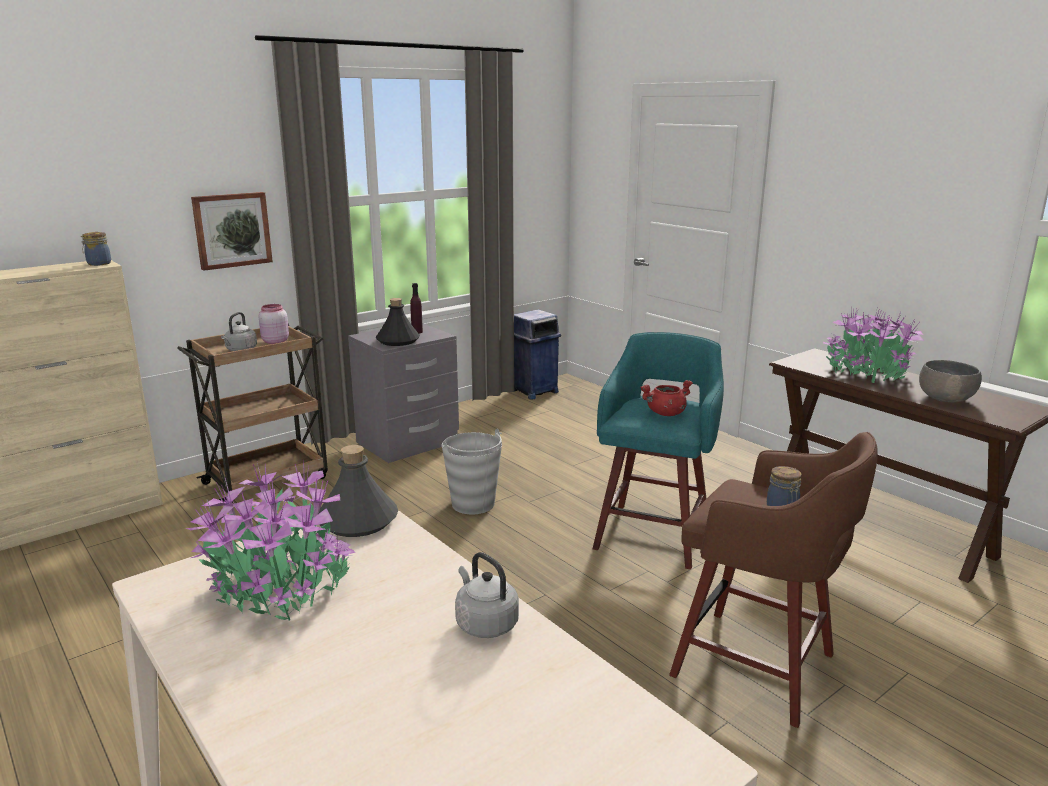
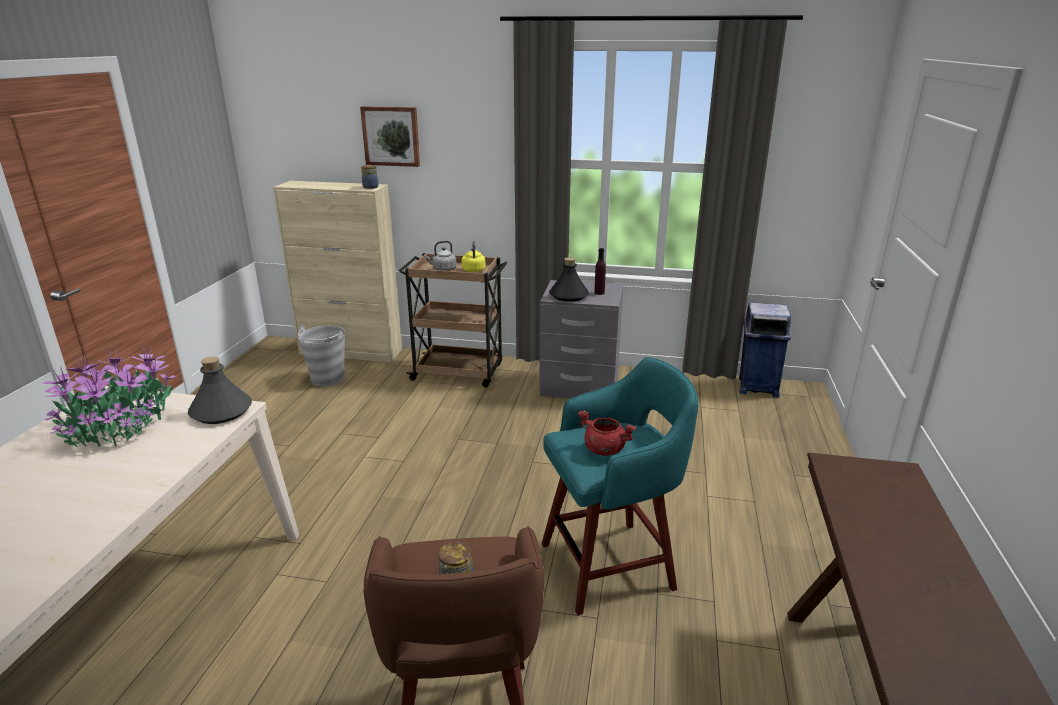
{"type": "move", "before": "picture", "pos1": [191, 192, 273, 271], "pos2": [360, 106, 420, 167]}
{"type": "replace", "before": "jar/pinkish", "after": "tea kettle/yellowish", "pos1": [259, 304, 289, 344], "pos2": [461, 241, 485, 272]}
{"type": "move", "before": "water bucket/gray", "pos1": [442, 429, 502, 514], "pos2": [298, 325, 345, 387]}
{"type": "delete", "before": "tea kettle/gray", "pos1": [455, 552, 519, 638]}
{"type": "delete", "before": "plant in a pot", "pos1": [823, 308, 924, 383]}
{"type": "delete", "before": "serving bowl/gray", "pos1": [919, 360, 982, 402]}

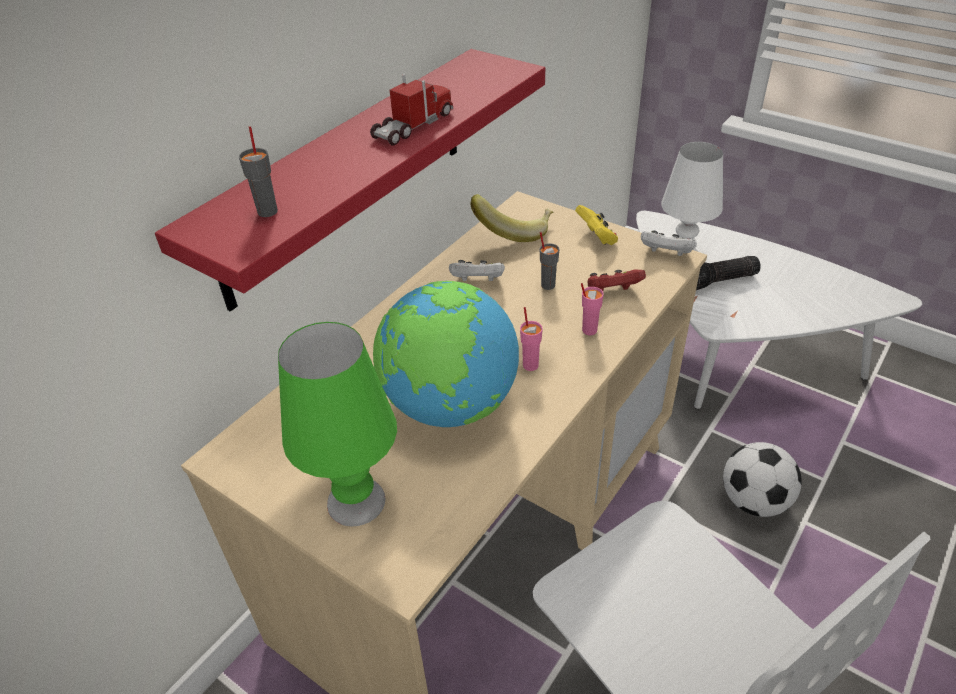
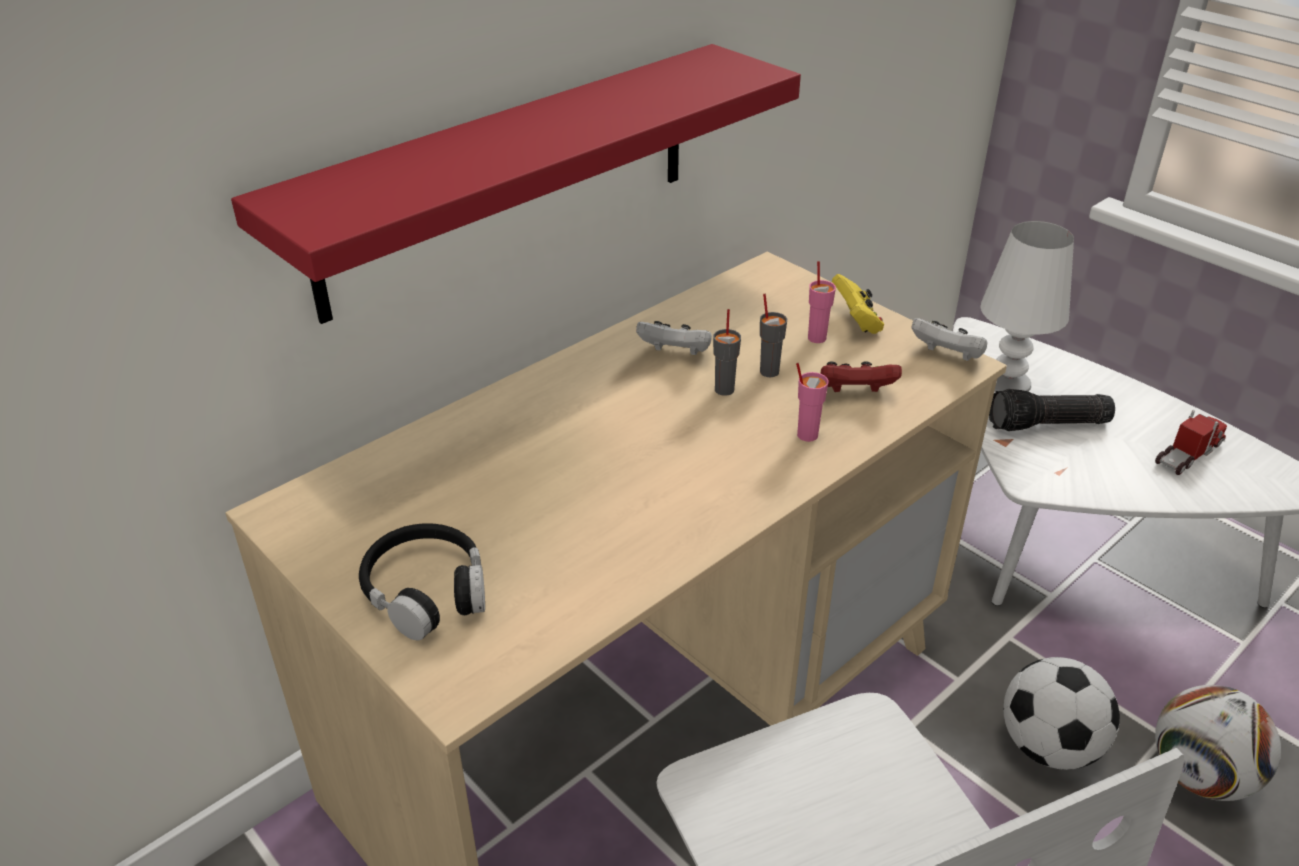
{"type": "move", "before": "drinking cup/gray", "pos1": [239, 126, 278, 217], "pos2": [713, 309, 741, 396]}
{"type": "replace", "before": "lamp for a table/greenish", "after": "headphones/blackish", "pos1": [278, 322, 397, 526], "pos2": [359, 523, 485, 640]}
{"type": "move", "before": "toy truck", "pos1": [370, 74, 453, 146], "pos2": [1155, 410, 1227, 475]}
{"type": "delete", "before": "world globe", "pos1": [373, 281, 519, 427]}
{"type": "delete", "before": "whole banana", "pos1": [471, 194, 553, 242]}
{"type": "move", "before": "drinking cup/pinkish", "pos1": [520, 307, 543, 371], "pos2": [808, 261, 836, 343]}
{"type": "insert", "after": "ball for football", "pos2": [1155, 685, 1281, 801]}

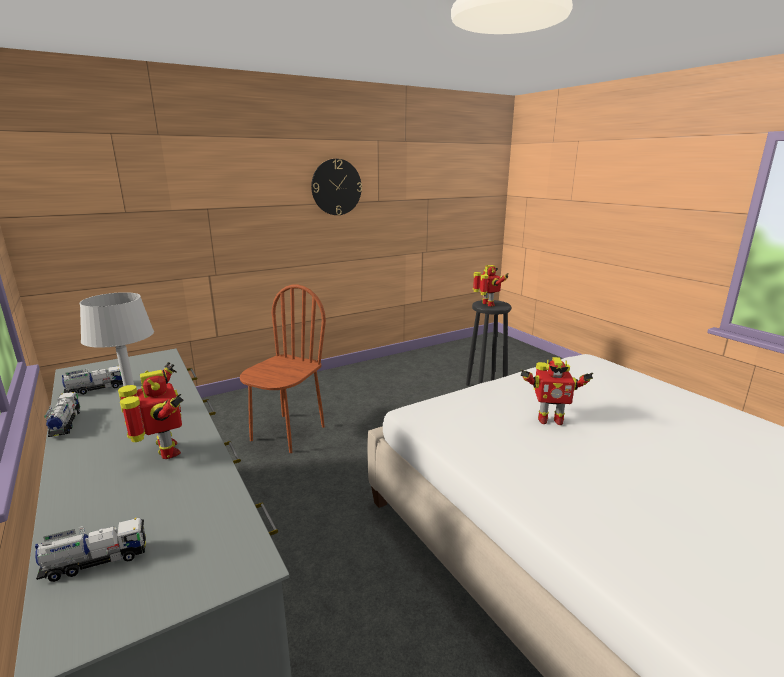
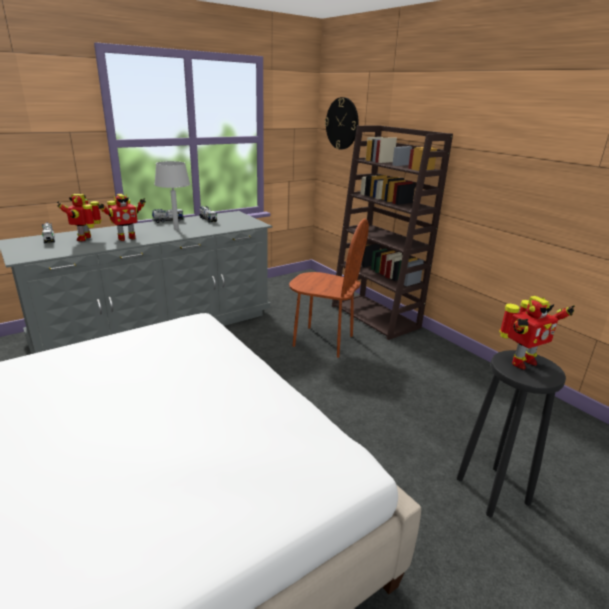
{"type": "move", "before": "wall clock", "pos1": [311, 159, 362, 215], "pos2": [325, 97, 359, 150]}
{"type": "move", "before": "robot figure", "pos1": [520, 357, 593, 425], "pos2": [57, 194, 102, 241]}
{"type": "insert", "after": "shelving unit/brownish", "pos2": [332, 125, 453, 340]}

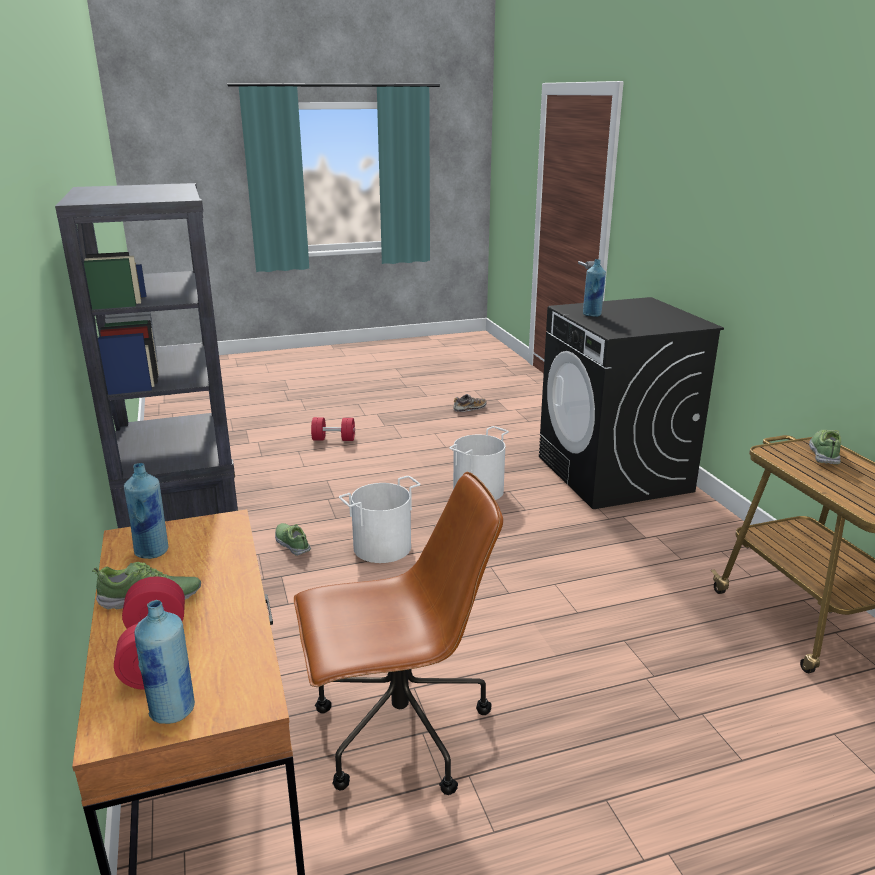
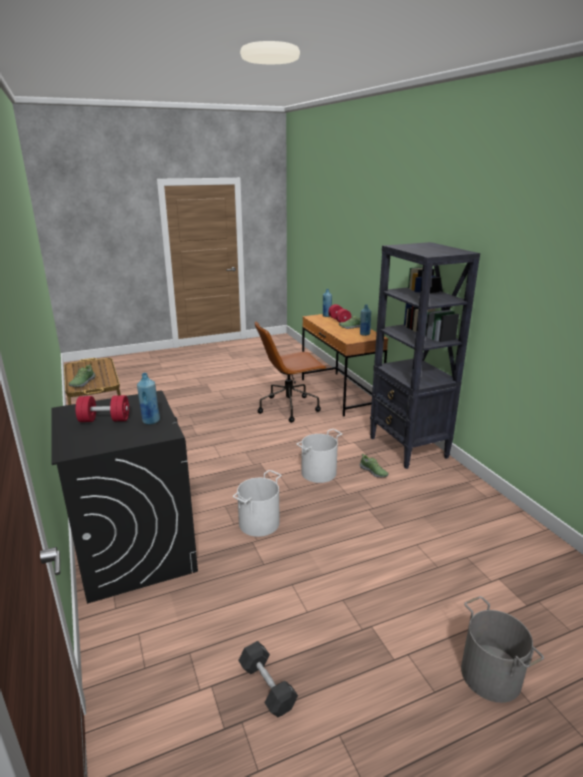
{"type": "move", "before": "dumbbell/red", "pos1": [311, 417, 355, 441], "pos2": [75, 395, 129, 422]}
{"type": "replace", "before": "item of footwear", "after": "dumbbell/blackish", "pos1": [453, 394, 486, 412], "pos2": [238, 641, 298, 717]}
{"type": "insert", "after": "water bucket/gray", "pos2": [461, 596, 544, 703]}

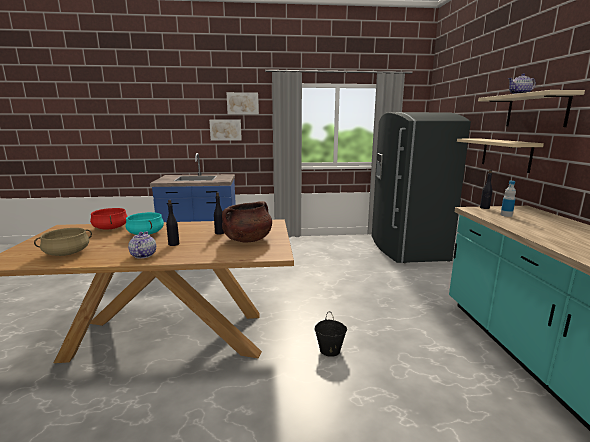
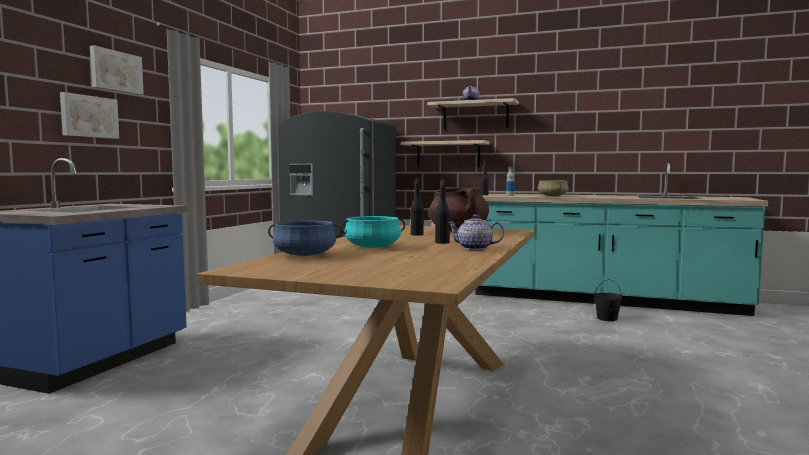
{"type": "move", "before": "saucepot/beige", "pos1": [34, 228, 92, 256], "pos2": [538, 180, 569, 196]}
{"type": "recolor", "before": "saucepot/red", "after": "saucepot/blue", "pos1": [90, 208, 128, 230], "pos2": [268, 221, 342, 256]}
{"type": "move", "before": "water bucket/blackish", "pos1": [315, 312, 347, 357], "pos2": [594, 279, 623, 321]}

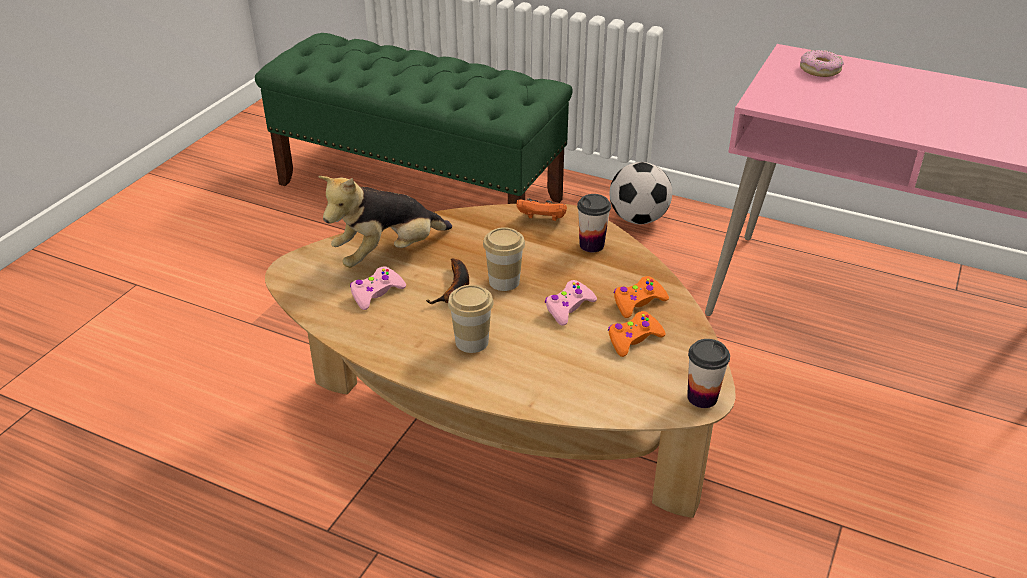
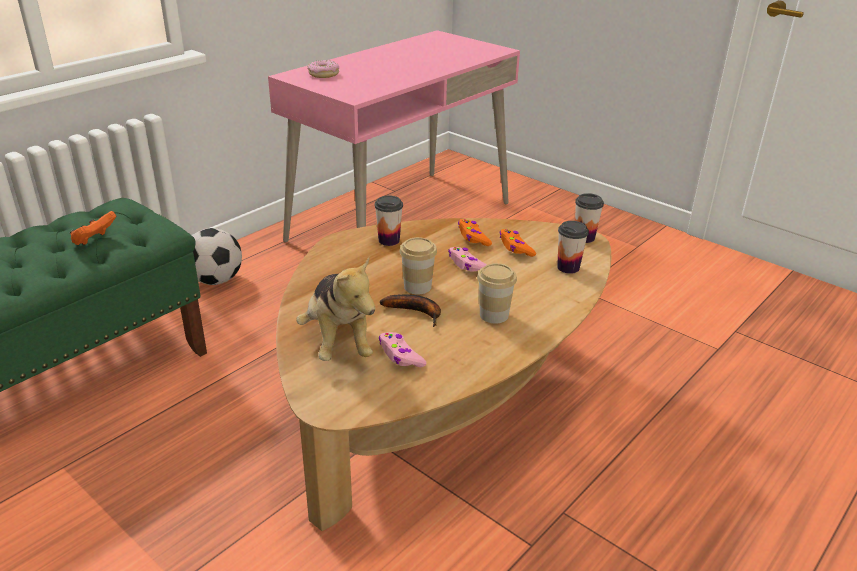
{"type": "move", "before": "gamepad/orangey", "pos1": [516, 199, 567, 221], "pos2": [70, 211, 117, 245]}
{"type": "insert", "after": "drinking cup", "pos2": [557, 221, 589, 274]}

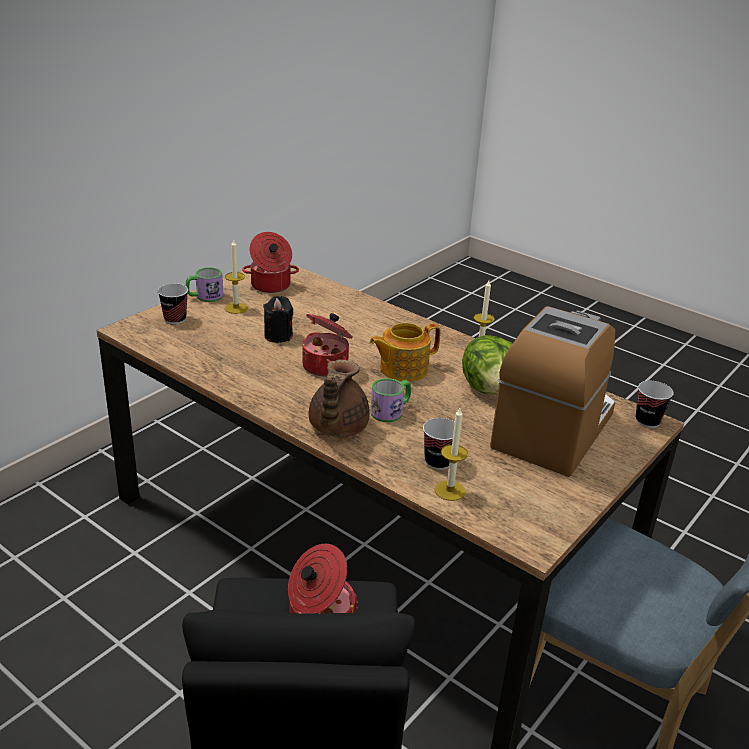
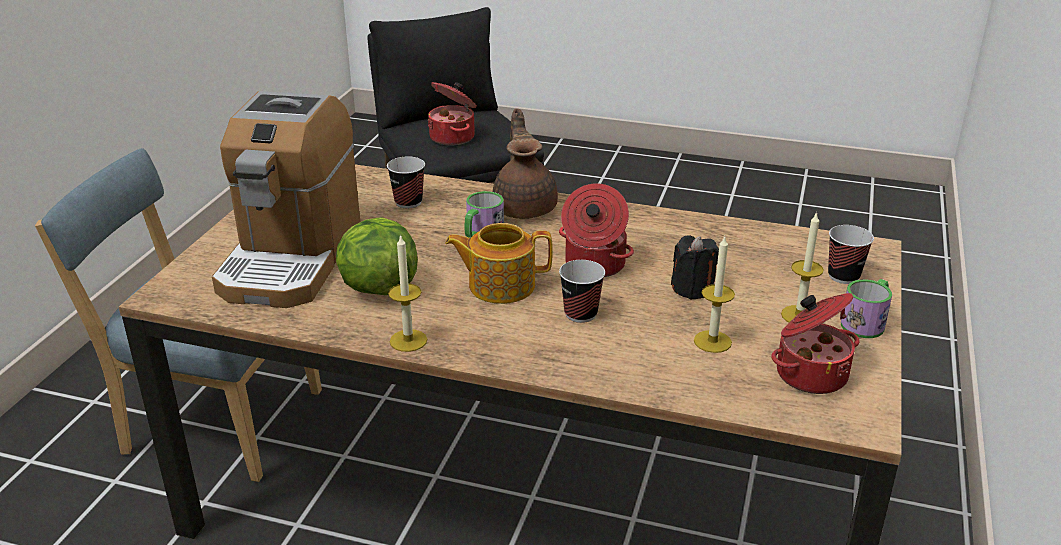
{"type": "rotate", "before": "pot for tea", "pos1": [370, 323, 441, 381], "pos2": [445, 223, 553, 304], "turn": -135}
{"type": "move", "before": "candle", "pos1": [434, 408, 468, 501], "pos2": [694, 236, 735, 353]}
{"type": "move", "before": "drinking cup", "pos1": [636, 381, 674, 428], "pos2": [559, 260, 605, 323]}

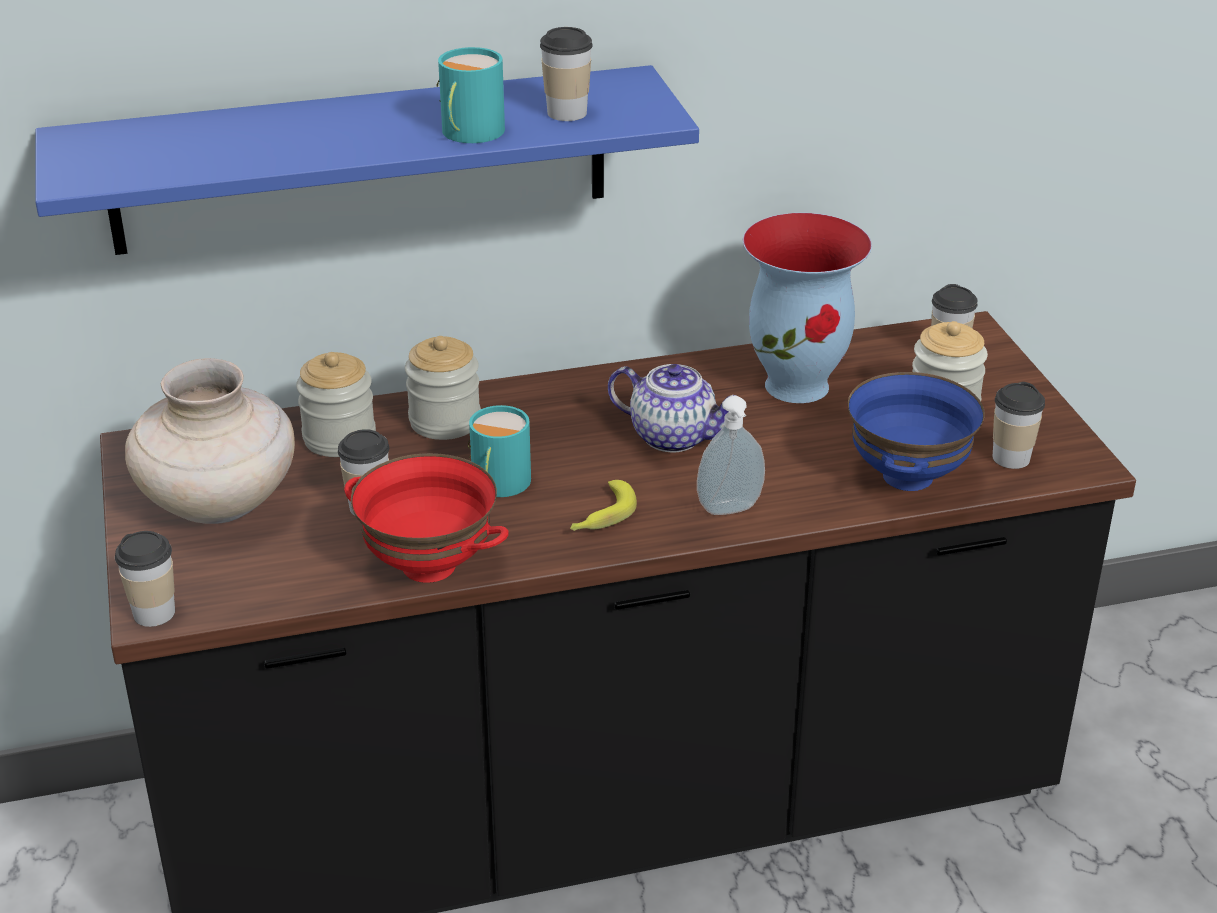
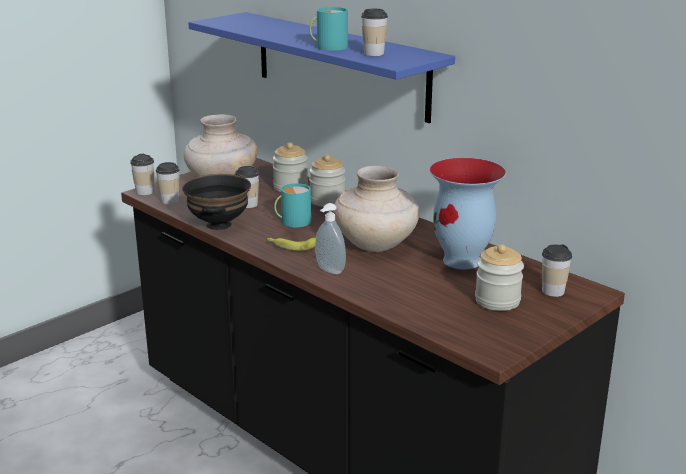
{"type": "recolor", "before": "serving bowl/red", "after": "serving bowl/blackish", "pos1": [344, 453, 509, 583], "pos2": [182, 174, 251, 230]}
{"type": "replace", "before": "pot for tea", "after": "decorative vase/beige", "pos1": [608, 364, 739, 452], "pos2": [333, 166, 419, 252]}
{"type": "delete", "before": "serving bowl/blue", "pos1": [848, 372, 985, 491]}
{"type": "move", "before": "drinking cup", "pos1": [992, 382, 1045, 469], "pos2": [156, 162, 180, 204]}

